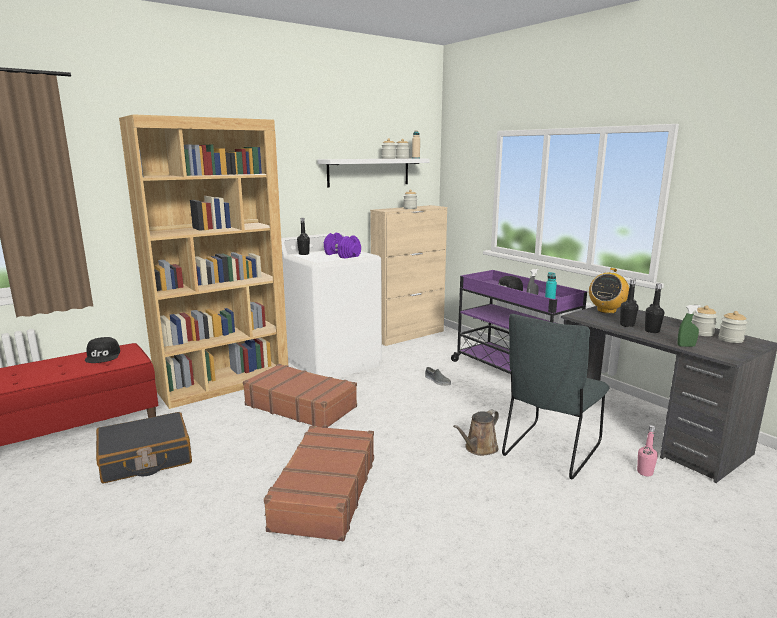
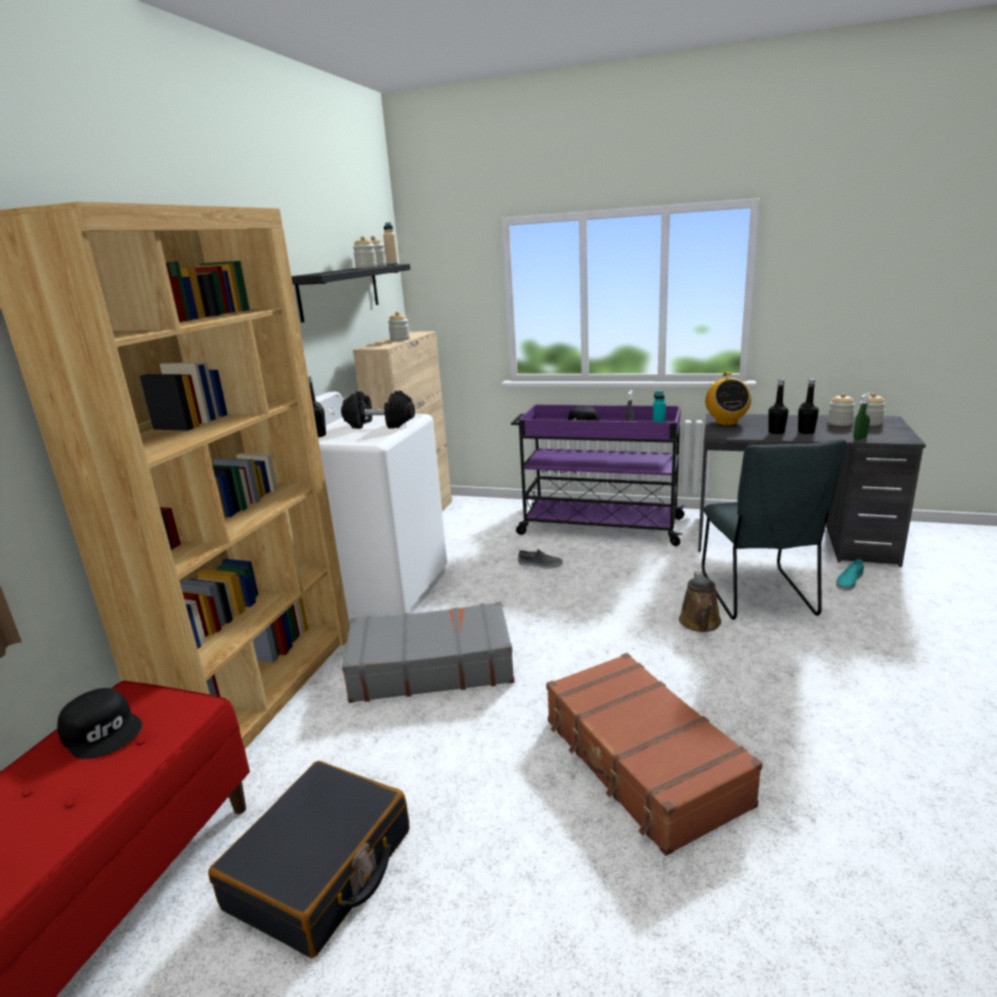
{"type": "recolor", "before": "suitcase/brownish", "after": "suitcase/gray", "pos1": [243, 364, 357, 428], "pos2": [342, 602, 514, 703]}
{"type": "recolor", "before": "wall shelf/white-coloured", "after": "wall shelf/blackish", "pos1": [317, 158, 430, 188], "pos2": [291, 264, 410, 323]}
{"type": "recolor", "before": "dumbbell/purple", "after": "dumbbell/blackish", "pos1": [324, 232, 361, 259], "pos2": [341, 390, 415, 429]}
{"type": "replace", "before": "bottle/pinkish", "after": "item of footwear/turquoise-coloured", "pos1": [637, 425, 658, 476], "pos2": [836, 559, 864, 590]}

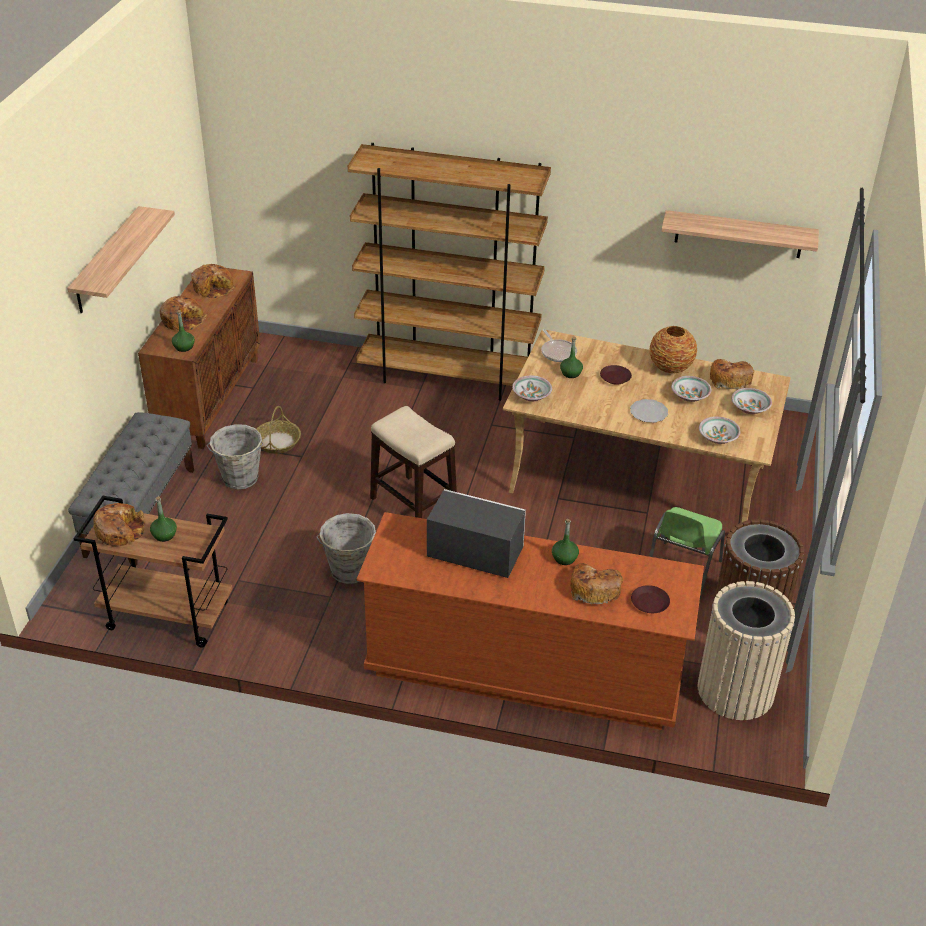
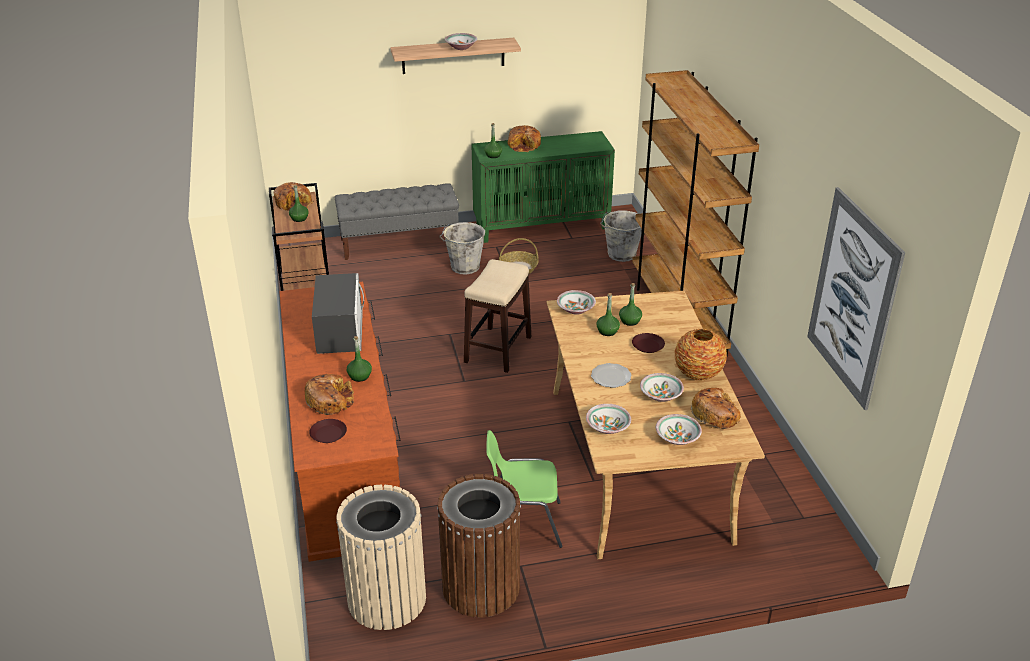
{"type": "recolor", "before": "cupboard/brownish", "after": "cupboard/greenish", "pos1": [138, 268, 260, 449], "pos2": [471, 131, 615, 243]}
{"type": "delete", "before": "baked bread", "pos1": [191, 264, 236, 299]}
{"type": "move", "before": "water bucket/gray", "pos1": [316, 513, 376, 584], "pos2": [600, 211, 642, 262]}
{"type": "delete", "before": "skillet", "pos1": [541, 329, 577, 362]}
{"type": "replace", "before": "wall shelf", "after": "picture", "pos1": [661, 210, 819, 258], "pos2": [807, 187, 905, 410]}
{"type": "insert", "after": "serving bowl", "pos2": [445, 33, 477, 50]}
{"type": "insert", "after": "bottle/greenish", "pos2": [596, 293, 620, 336]}

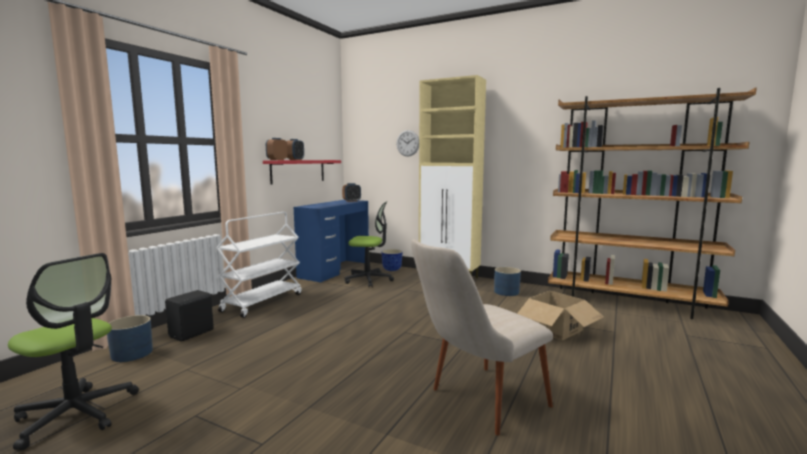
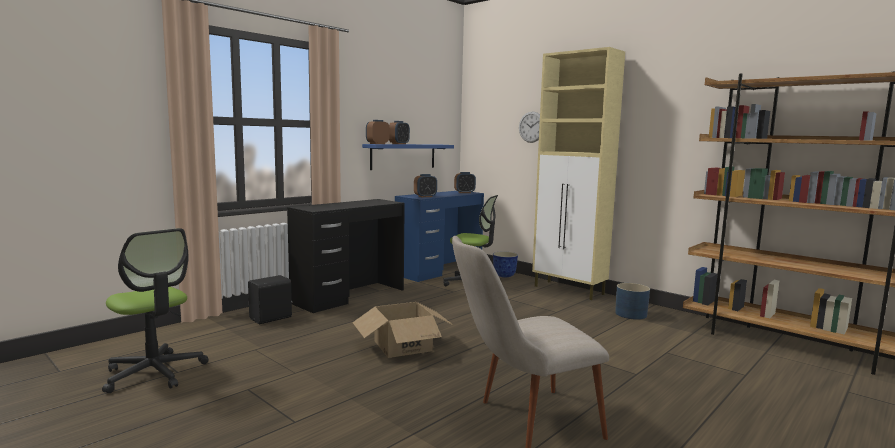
{"type": "delete", "before": "planter/blue", "pos1": [107, 315, 153, 362]}
{"type": "replace", "before": "trolley/white-coloured", "after": "desk/blackish", "pos1": [216, 212, 301, 318], "pos2": [287, 199, 405, 313]}
{"type": "recolor", "before": "wall shelf/red", "after": "wall shelf/blue", "pos1": [263, 160, 341, 184], "pos2": [362, 144, 454, 170]}
{"type": "move", "before": "cardboard box", "pos1": [514, 291, 604, 341], "pos2": [353, 302, 454, 358]}
{"type": "insert", "after": "table clock", "pos2": [414, 174, 437, 197]}

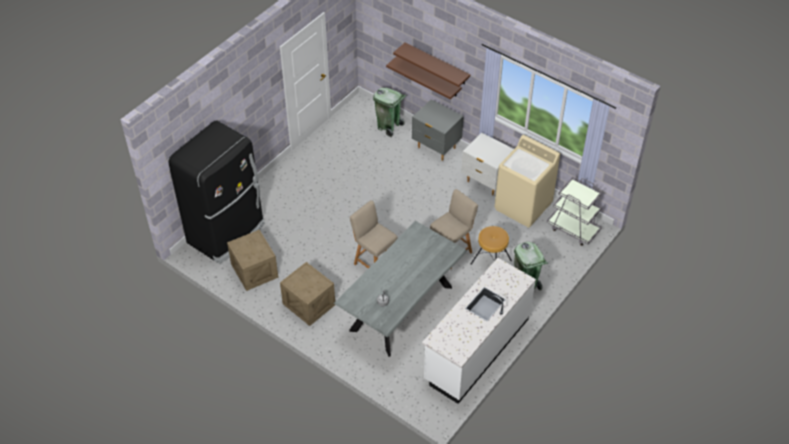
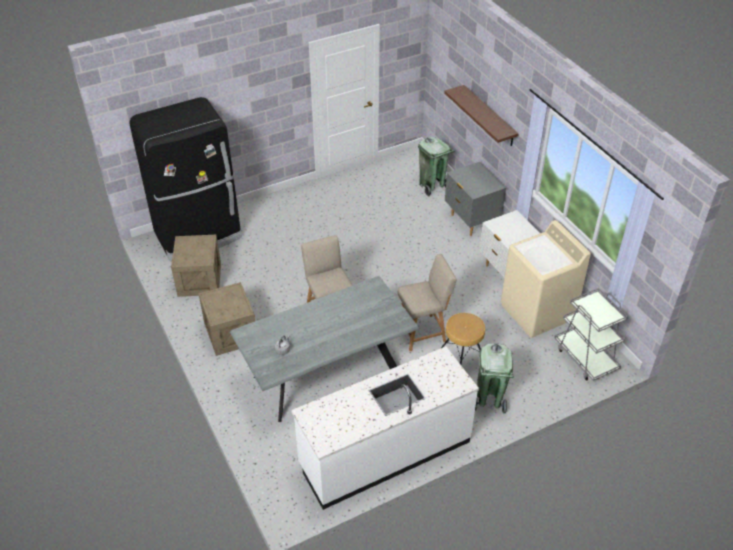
{"type": "delete", "before": "wall shelf/brownish", "pos1": [386, 56, 462, 100]}

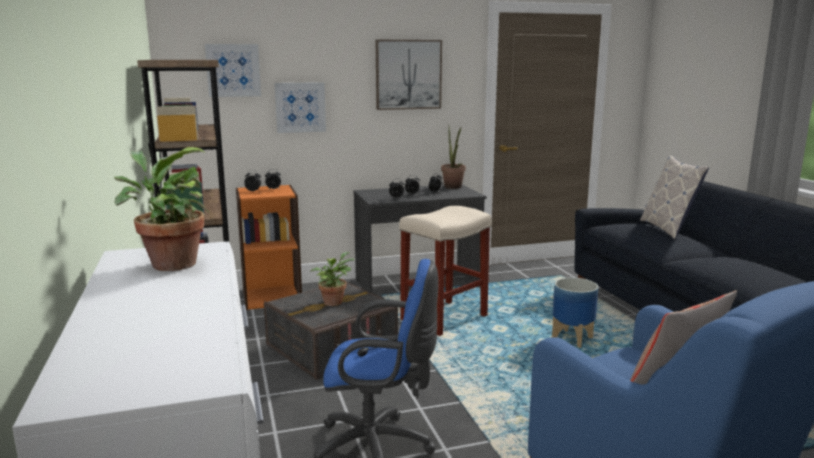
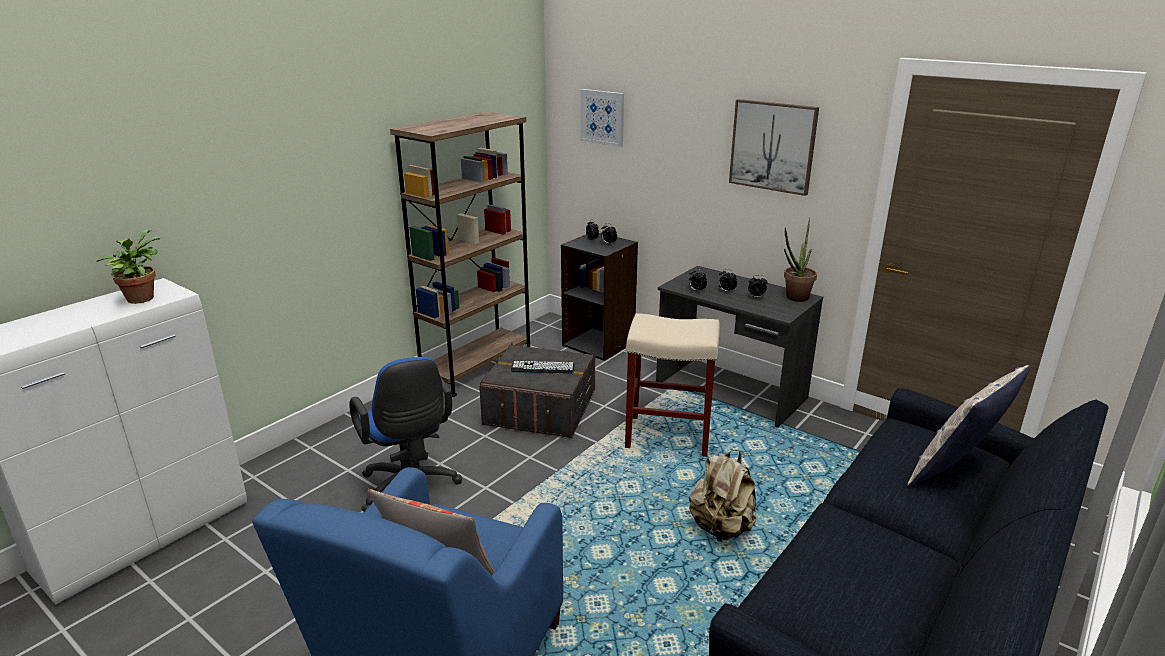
{"type": "recolor", "before": "shelving unit/orangey", "after": "shelving unit/blackish", "pos1": [236, 185, 302, 310], "pos2": [561, 233, 638, 361]}
{"type": "delete", "before": "picture", "pos1": [275, 82, 326, 133]}
{"type": "replace", "before": "plant in a pot", "after": "computer keyboard", "pos1": [311, 252, 354, 306], "pos2": [511, 361, 575, 374]}
{"type": "replace", "before": "planter", "after": "rucksack/beige", "pos1": [552, 278, 598, 348], "pos2": [689, 450, 756, 542]}

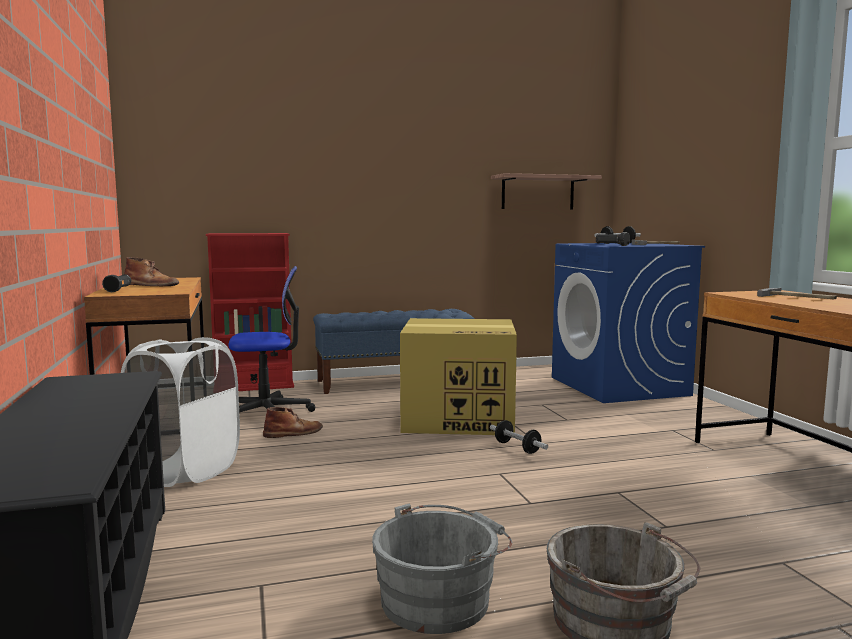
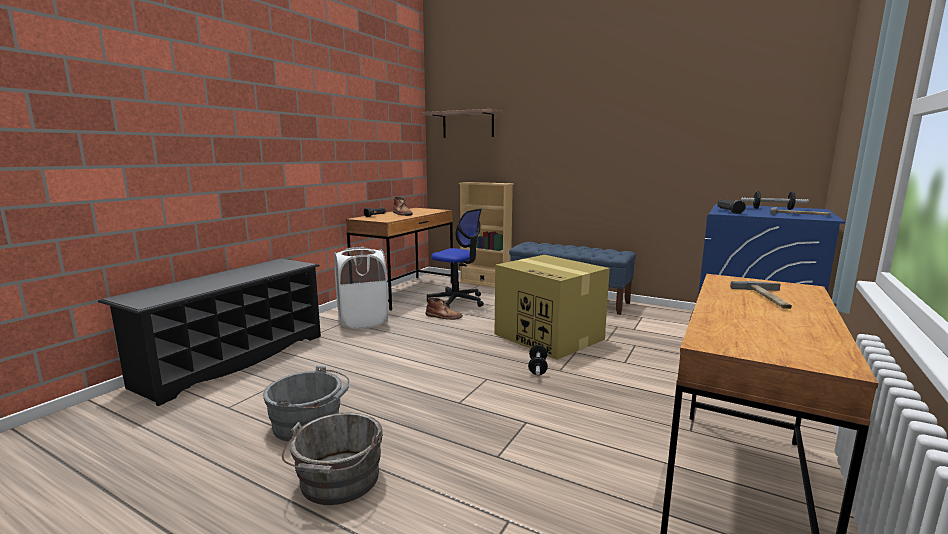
{"type": "recolor", "before": "shelving unit/red", "after": "shelving unit/beige", "pos1": [206, 233, 294, 391], "pos2": [459, 182, 514, 288]}
{"type": "move", "before": "wall shelf", "pos1": [491, 173, 602, 210], "pos2": [422, 109, 502, 138]}

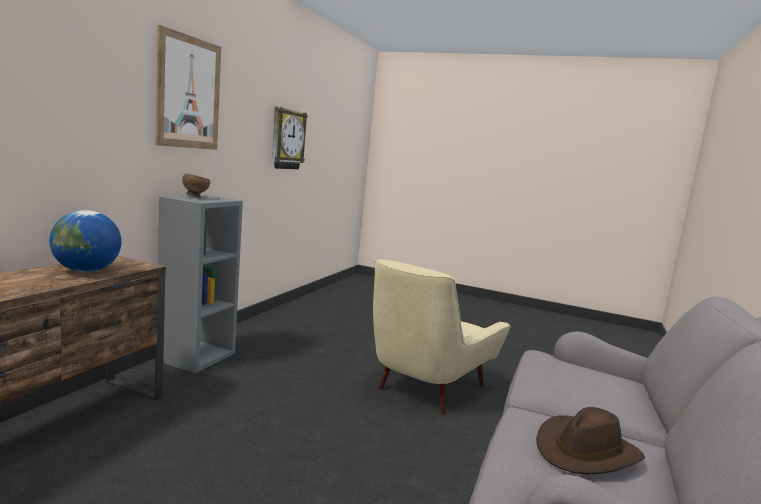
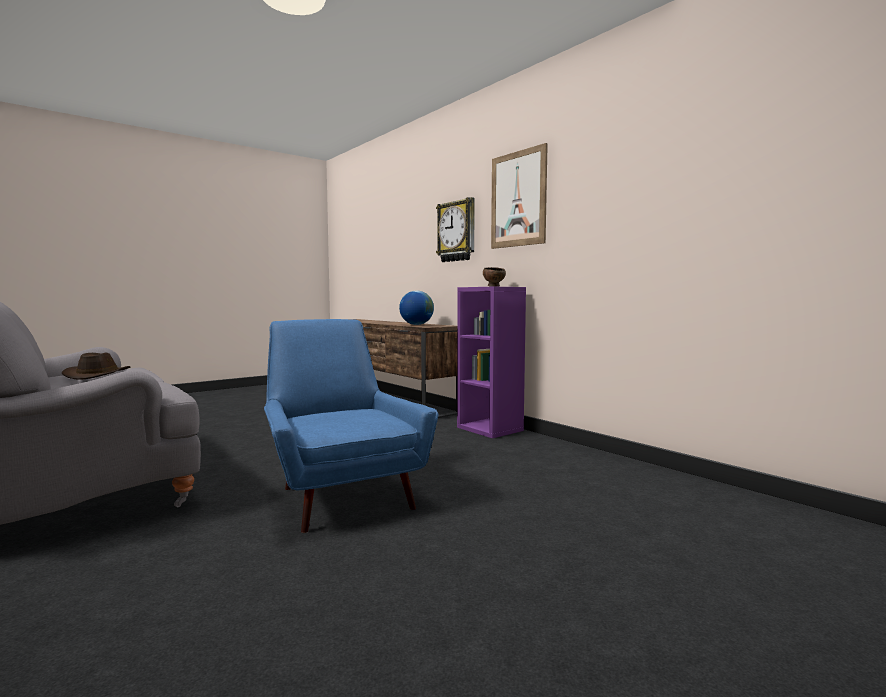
{"type": "recolor", "before": "shelving unit/gray", "after": "shelving unit/purple", "pos1": [158, 195, 243, 373], "pos2": [457, 287, 526, 439]}
{"type": "move", "before": "wall clock", "pos1": [272, 107, 308, 169], "pos2": [436, 197, 475, 262]}
{"type": "recolor", "before": "easy chair/beige", "after": "easy chair/blue", "pos1": [373, 259, 511, 414], "pos2": [264, 319, 438, 533]}

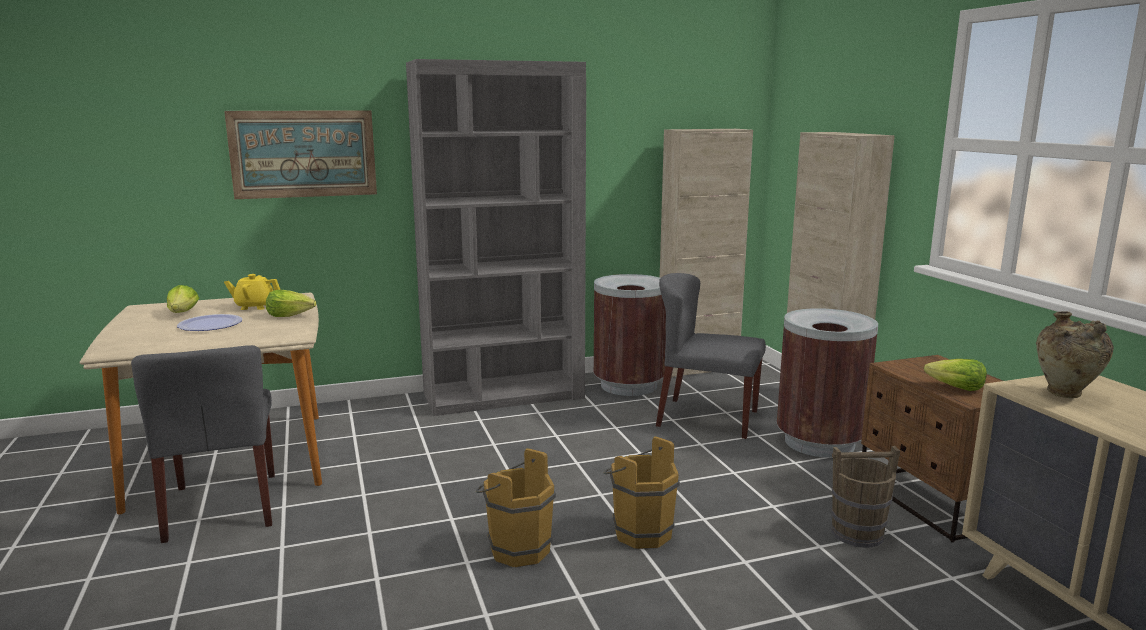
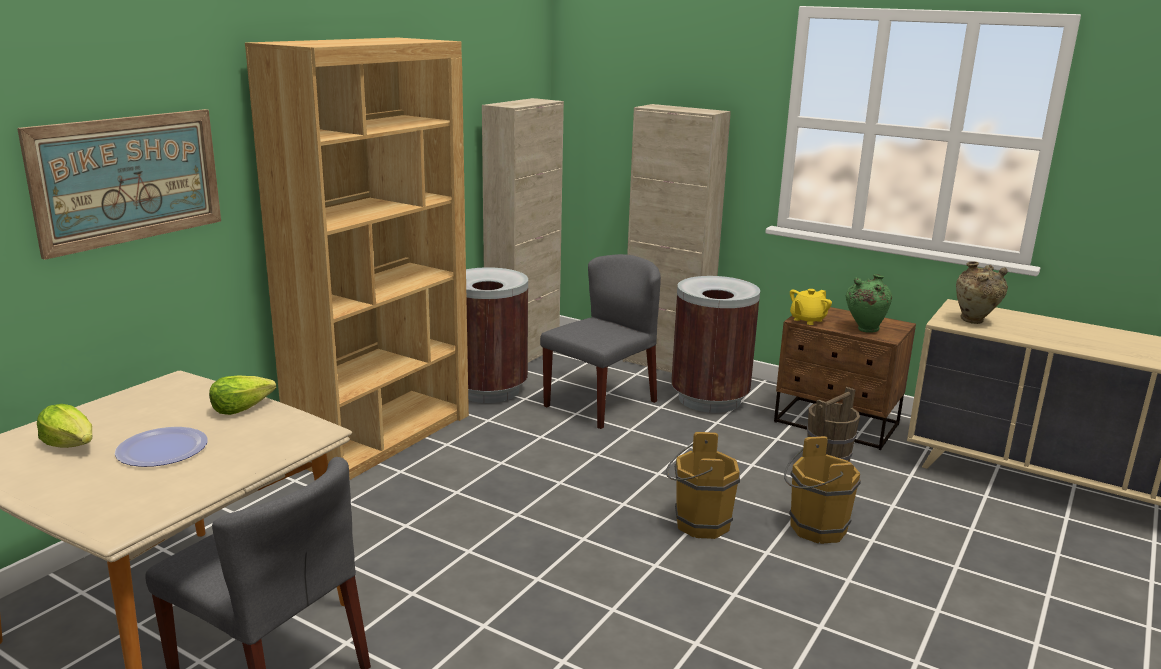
{"type": "move", "before": "pot for tea/yellowish", "pos1": [224, 274, 281, 310], "pos2": [790, 289, 832, 325]}
{"type": "recolor", "before": "shelving unit/gray", "after": "shelving unit/brownish", "pos1": [406, 59, 586, 416], "pos2": [245, 38, 469, 480]}
{"type": "move", "before": "water bucket/brownish", "pos1": [476, 448, 556, 567], "pos2": [784, 436, 861, 544]}
{"type": "rotate", "before": "plain chair/gray", "pos1": [656, 273, 766, 439], "pos2": [540, 254, 661, 429], "turn": 150}
{"type": "replace", "before": "head of lettuce", "after": "decorative vase/greenish", "pos1": [924, 359, 987, 391], "pos2": [846, 274, 892, 333]}

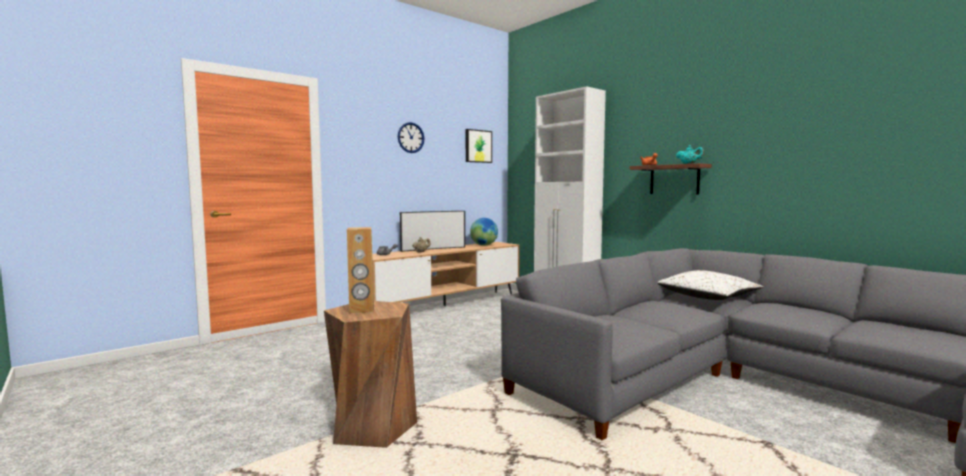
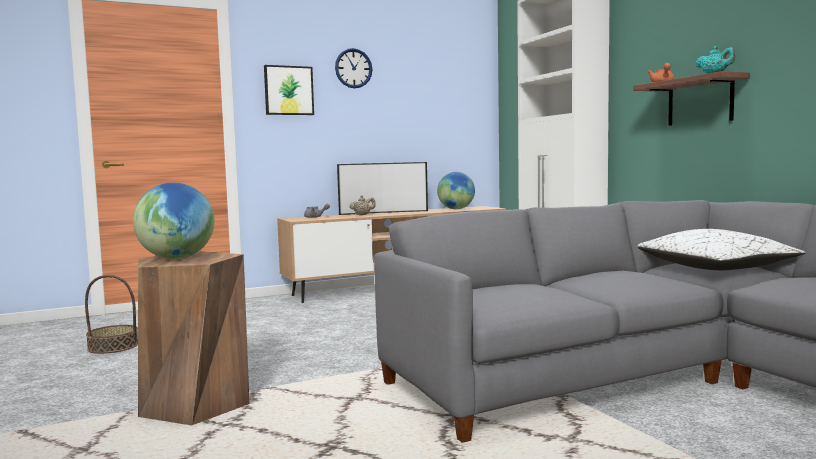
{"type": "replace", "before": "speaker/brownish", "after": "world globe", "pos1": [347, 227, 374, 314], "pos2": [133, 183, 214, 259]}
{"type": "move", "before": "picture", "pos1": [466, 129, 492, 163], "pos2": [264, 65, 314, 115]}
{"type": "insert", "after": "household basket", "pos2": [85, 275, 138, 354]}

